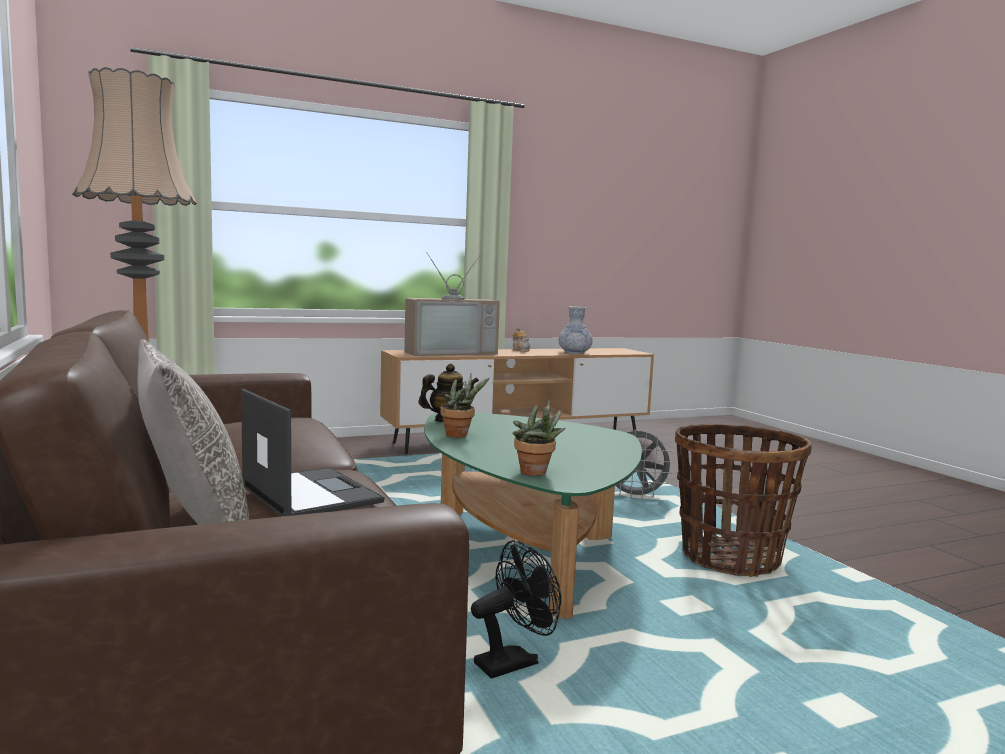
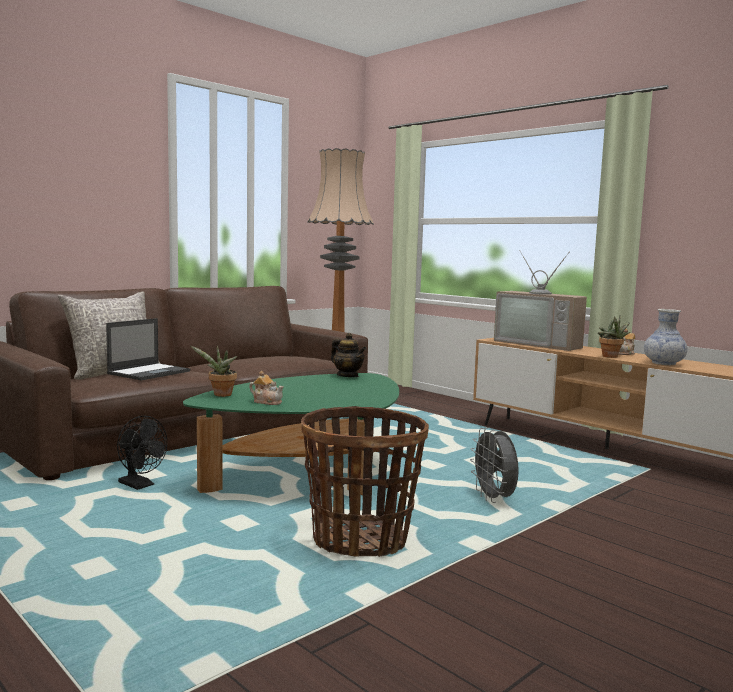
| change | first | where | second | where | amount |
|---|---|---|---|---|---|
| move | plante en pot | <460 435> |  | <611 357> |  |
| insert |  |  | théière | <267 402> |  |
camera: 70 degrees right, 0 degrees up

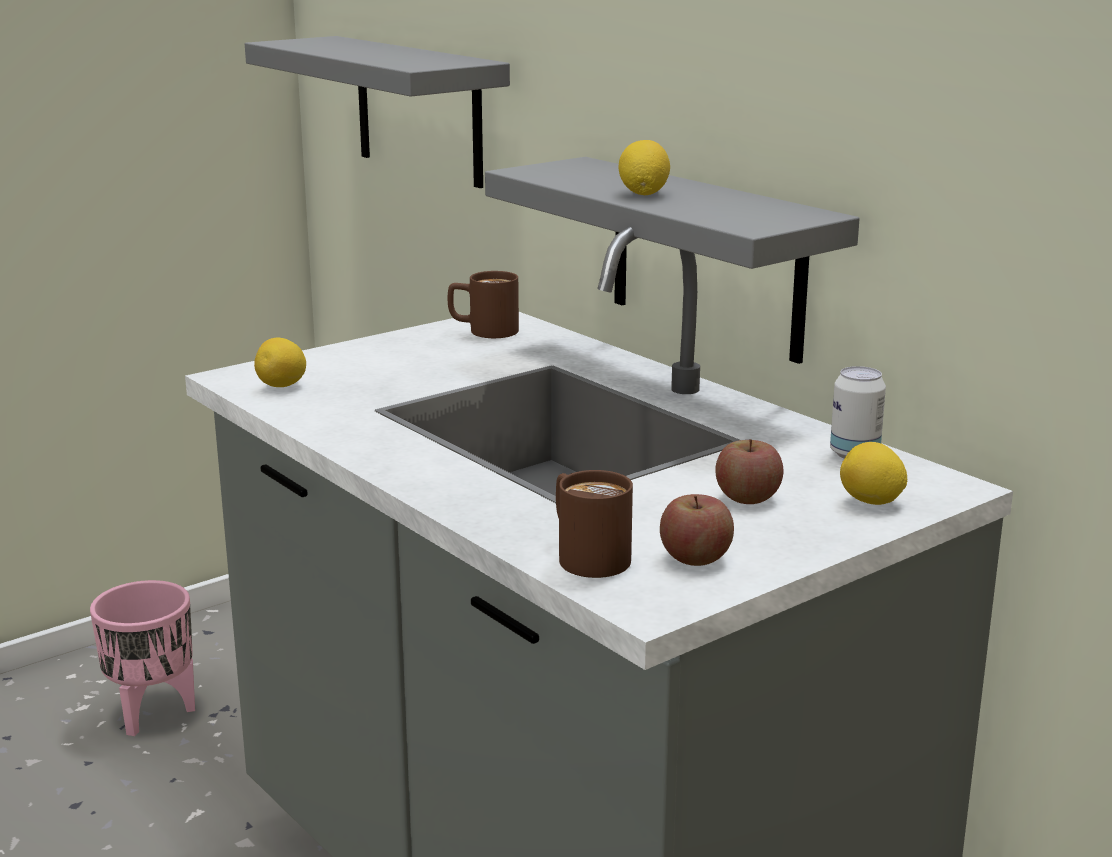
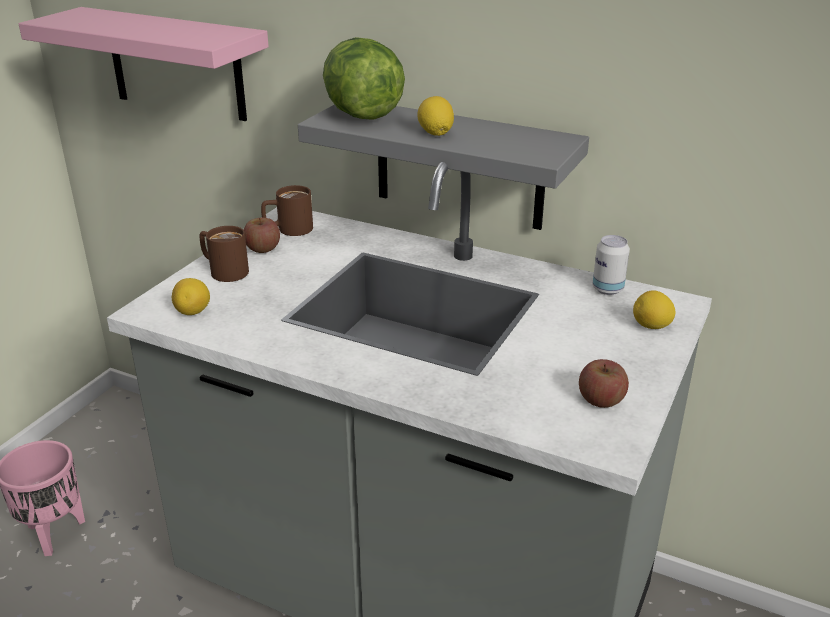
| change | first | where | second | where | amount |
|---|---|---|---|---|---|
| recolor | étagère [gris] | <418 110> | étagère [rose] | <176 64> |  |
| move | mug [marron] | <585 555> |  | <223 271> |  |
| move | pomme | <747 497> |  | <263 249> |  |
| insert |  |  | laitue | <362 114> |  |
camera: 25 degrees left, 10 degrees up

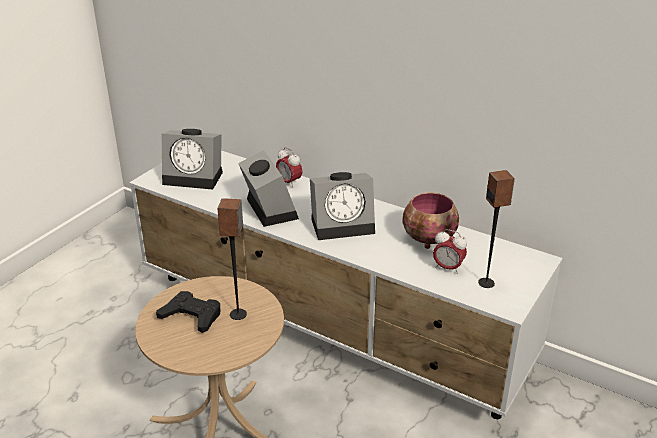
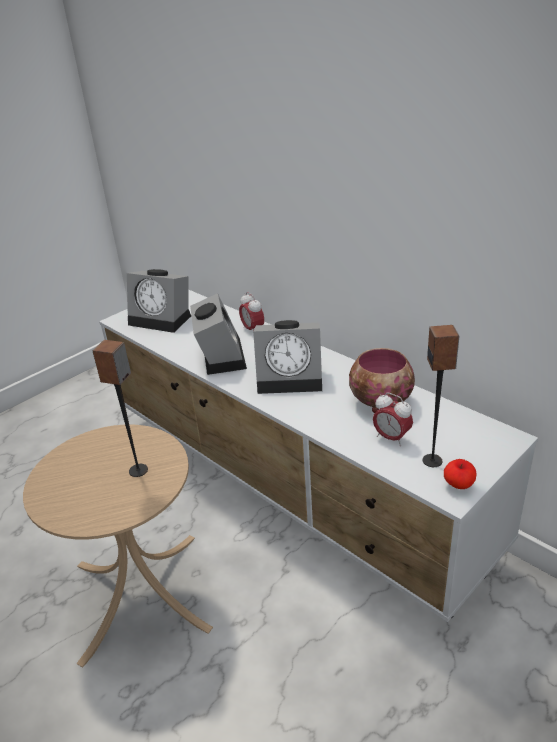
| change | first | where | second | where | amount |
|---|---|---|---|---|---|
| delete | manette [noir] | <191 316> |  |  |  |
| insert |  |  | pomme | <458 485> |  |
camera: 15 degrees right, 0 degrees up

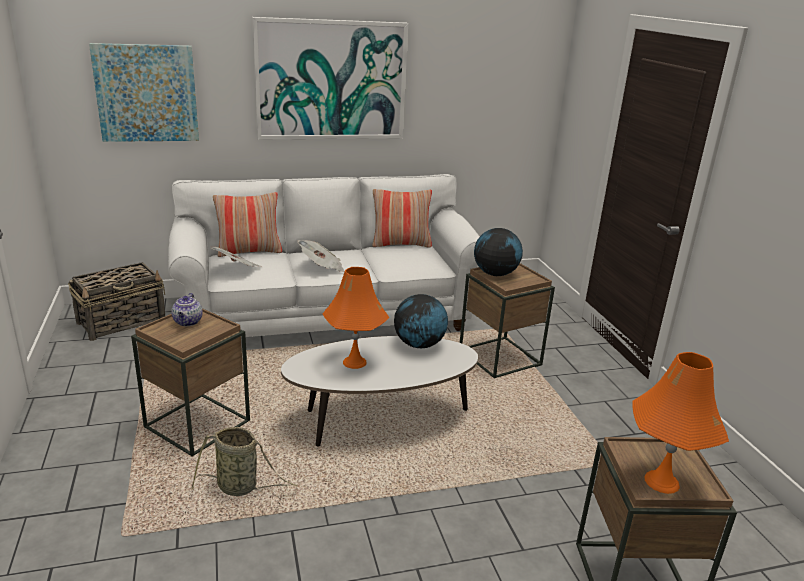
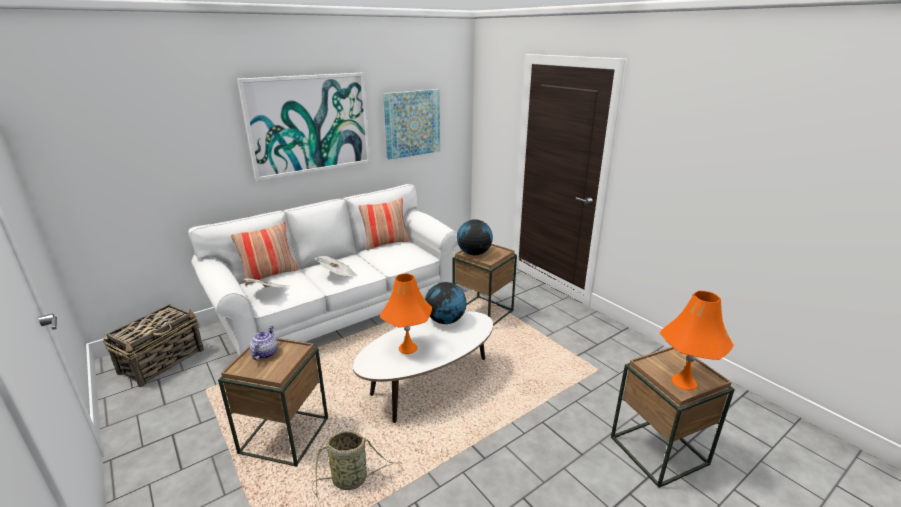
| change | first | where | second | where | amount |
|---|---|---|---|---|---|
| move | tableau | <147 93> |  | <412 123> |  |
| rotate | théière | <188 322> |  | <265 353> | 150 degrees counterclockwise |
camera: 20 degrees left, 0 degrees up

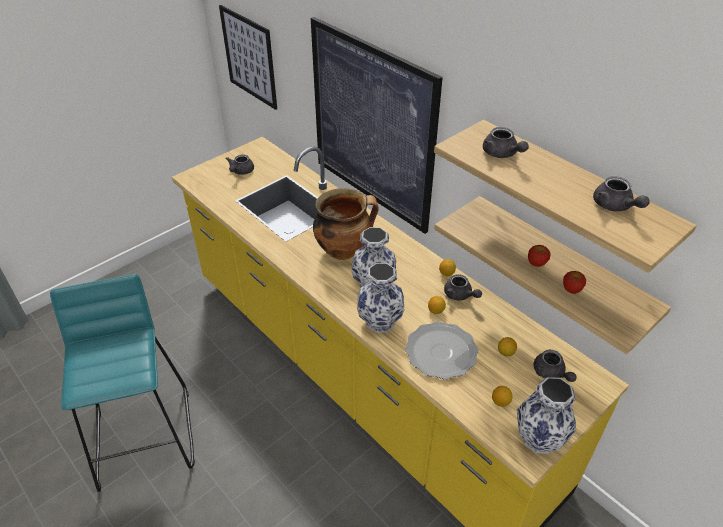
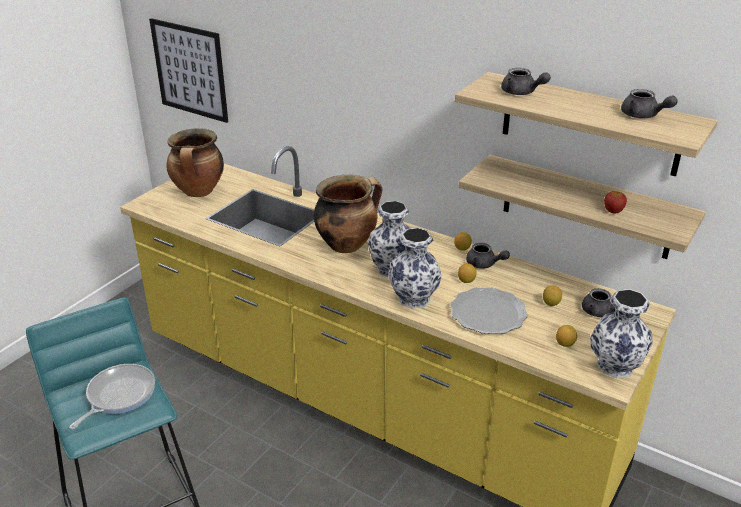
| change | first | where | second | where | amount |
|---|---|---|---|---|---|
| replace | théière [gris] | <240 171> | marmite | <199 192> |  |
| delete | tableau | <372 126> |  |  |  |
| delete | pomme | <536 263> |  |  |  |
| insert |  |  | poêle | <118 395> |  |
camera: 15 degrees left, 10 degrees down

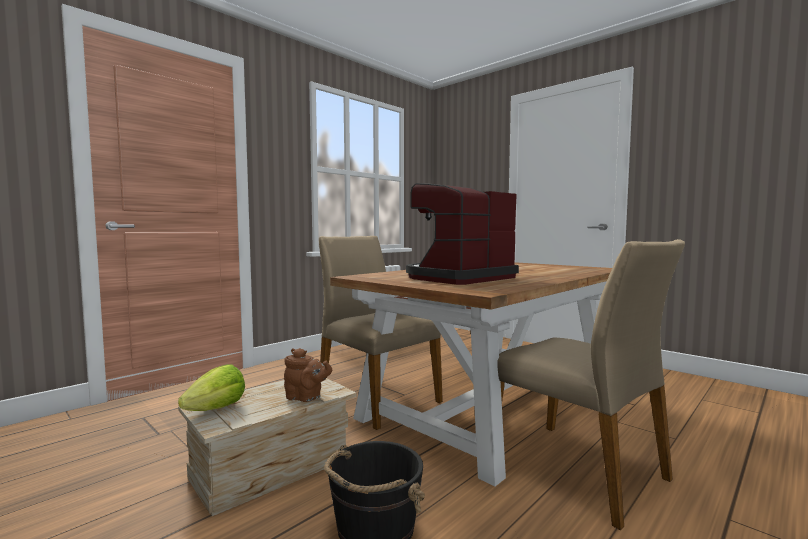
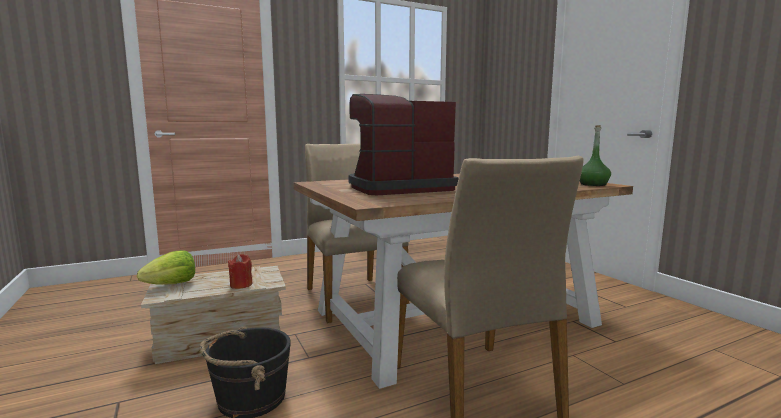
| change | first | where | second | where | amount |
|---|---|---|---|---|---|
| replace | théière [marron] | <306 398> | bougie [rouge] | <241 285> |  |
| insert |  |  | bouteille [vert] | <592 184> |  |
camera: 20 degrees right, 5 degrees up

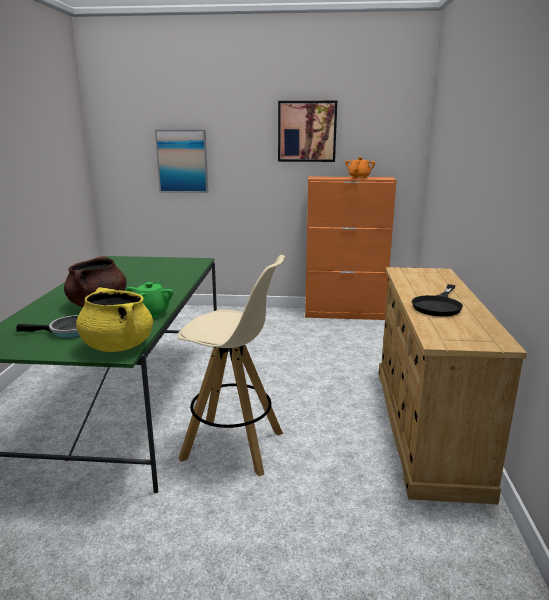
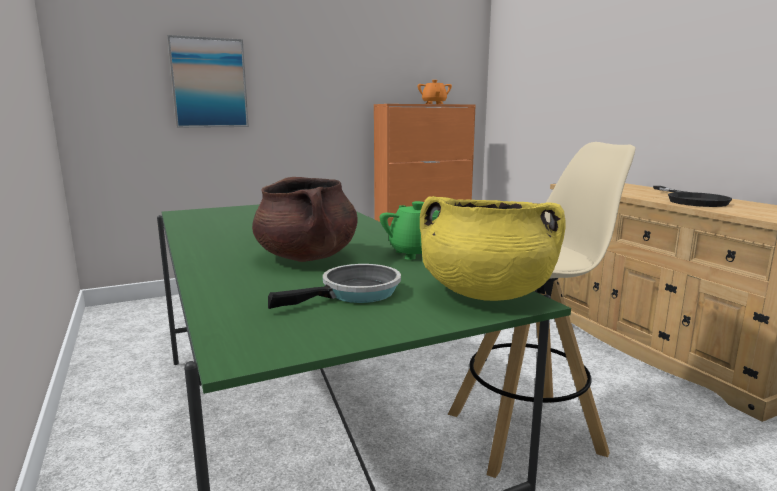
| change | first | where | second | where | amount |
|---|---|---|---|---|---|
| delete | tableau | <307 131> |  |  |  |
camera: 30 degrees left, 5 degrees down

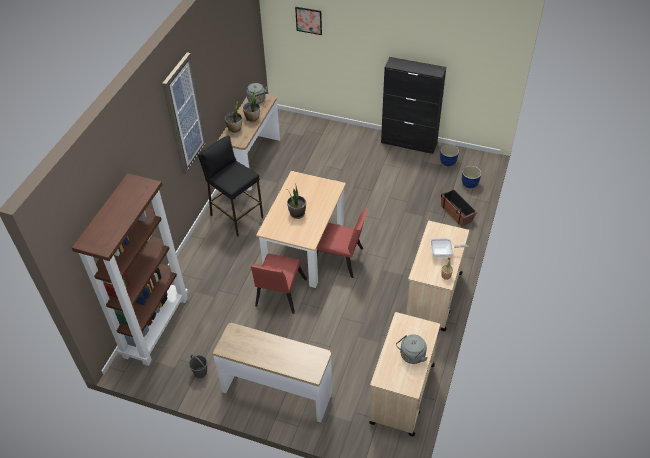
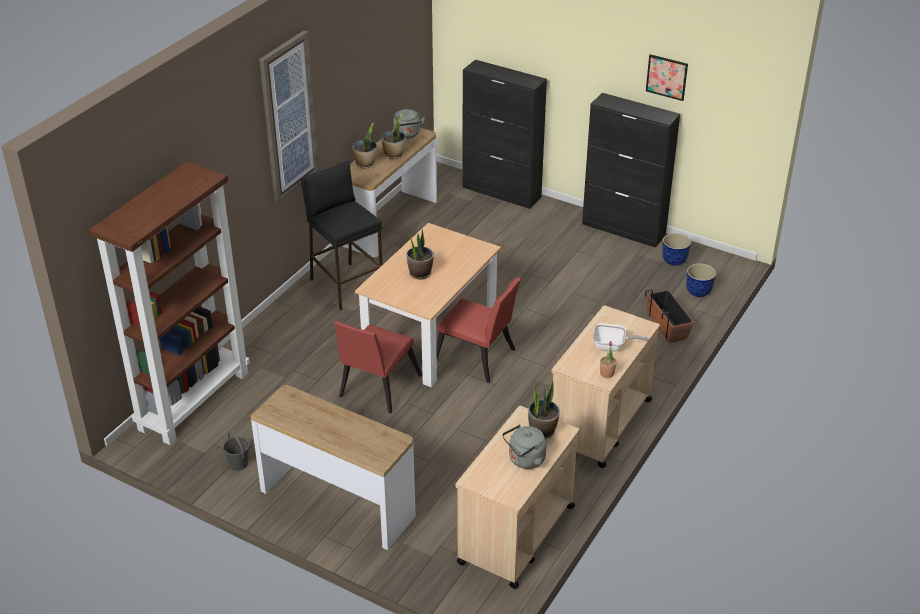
| change | first | where | second | where | amount |
|---|---|---|---|---|---|
| move | tableau | <308 20> |  | <666 77> |  |
| insert |  |  | meuble de rangement [noir] | <502 192> |  |
| insert |  |  | plante en pot | <542 430> |  |
camera: 10 degrees right, 10 degrees down

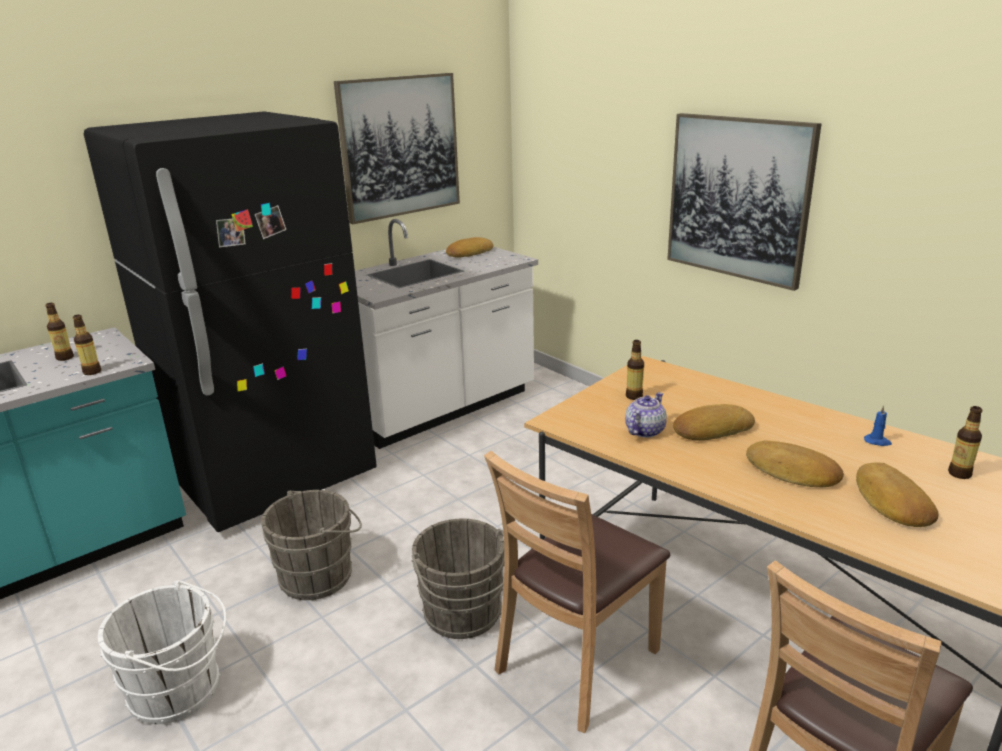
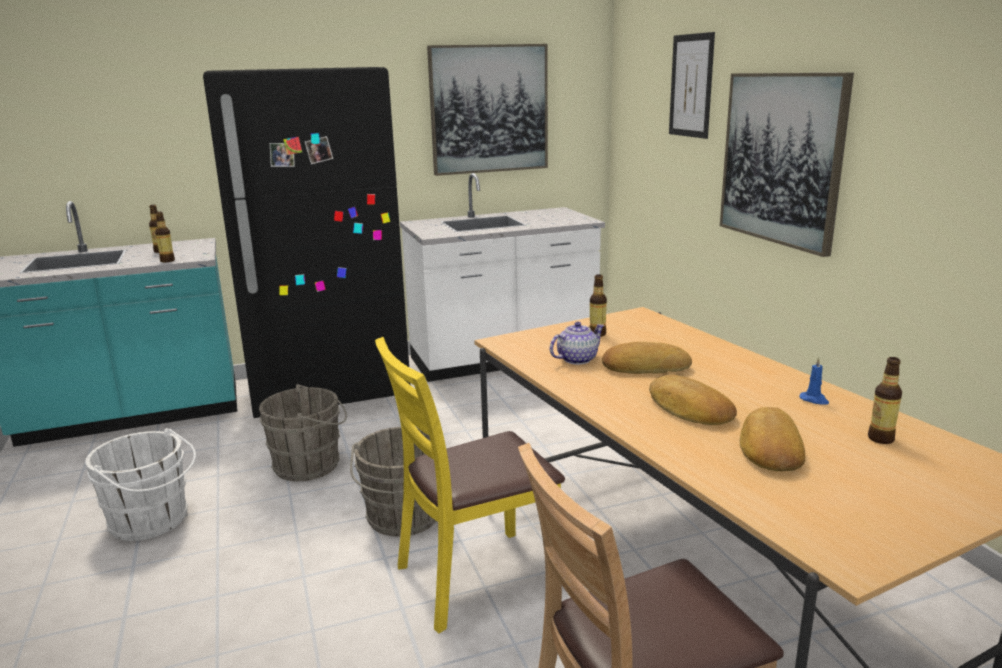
| change | first | where | second | where | amount |
|---|---|---|---|---|---|
| delete | pain | <469 253> |  |  |  |
| recolor | chaise [marron] | <577 663> | chaise [jaune] | <475 577> |  |
| insert |  |  | tableau | <691 86> |  |
camera: 20 degrees right, 5 degrees down

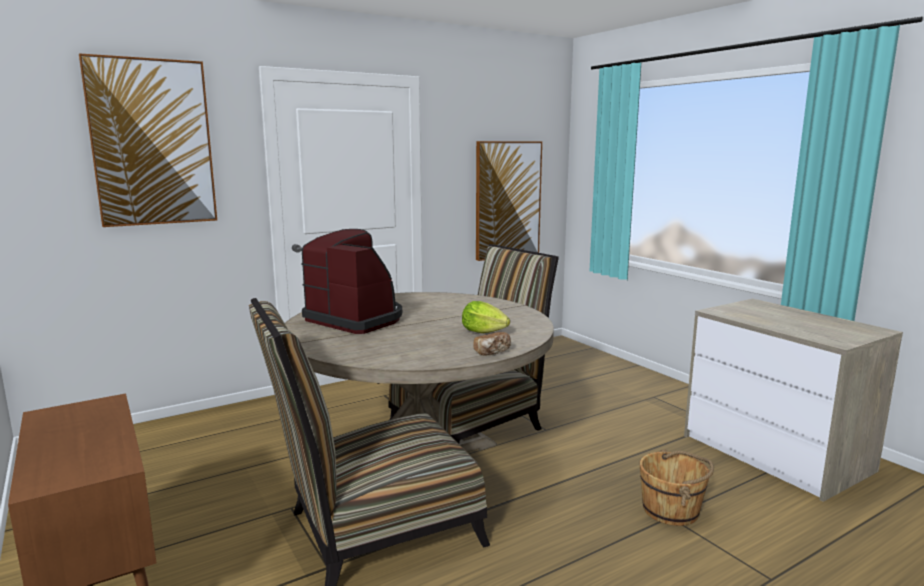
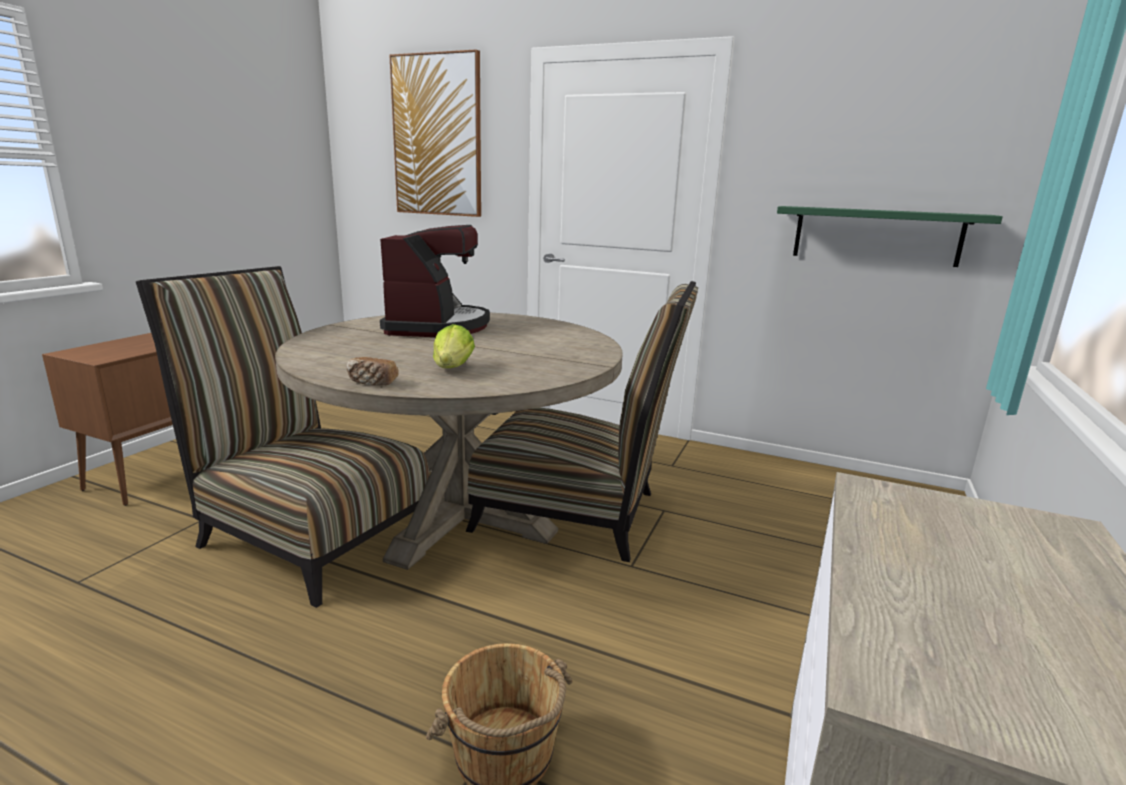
| change | first | where | second | where | amount |
|---|---|---|---|---|---|
| replace | tableau | <507 200> | étagère [vert] | <876 235> |  |
camera: 55 degrees right, 5 degrees up

